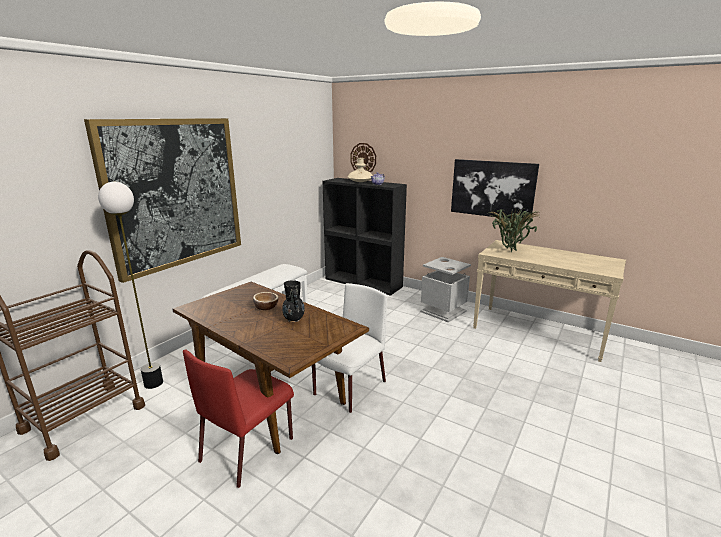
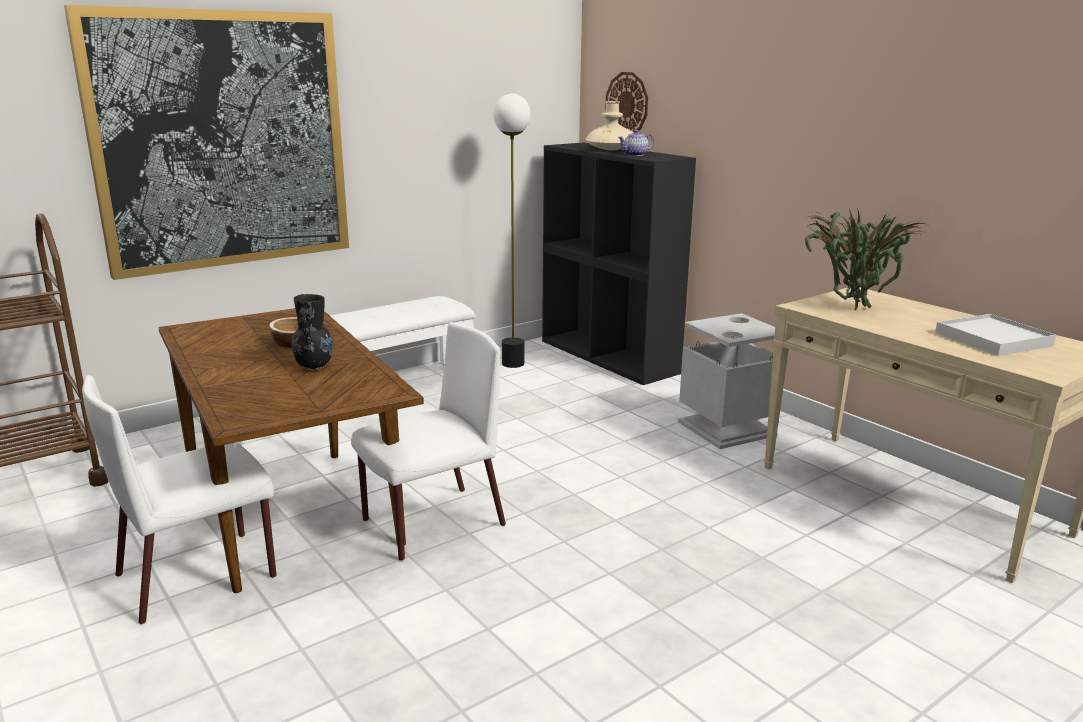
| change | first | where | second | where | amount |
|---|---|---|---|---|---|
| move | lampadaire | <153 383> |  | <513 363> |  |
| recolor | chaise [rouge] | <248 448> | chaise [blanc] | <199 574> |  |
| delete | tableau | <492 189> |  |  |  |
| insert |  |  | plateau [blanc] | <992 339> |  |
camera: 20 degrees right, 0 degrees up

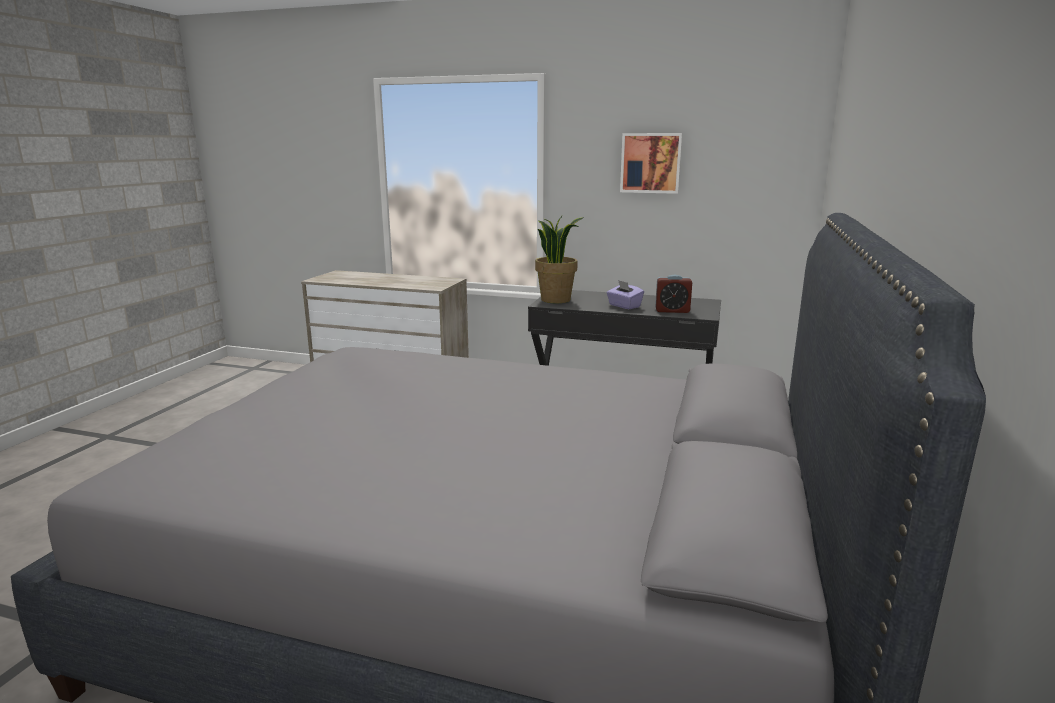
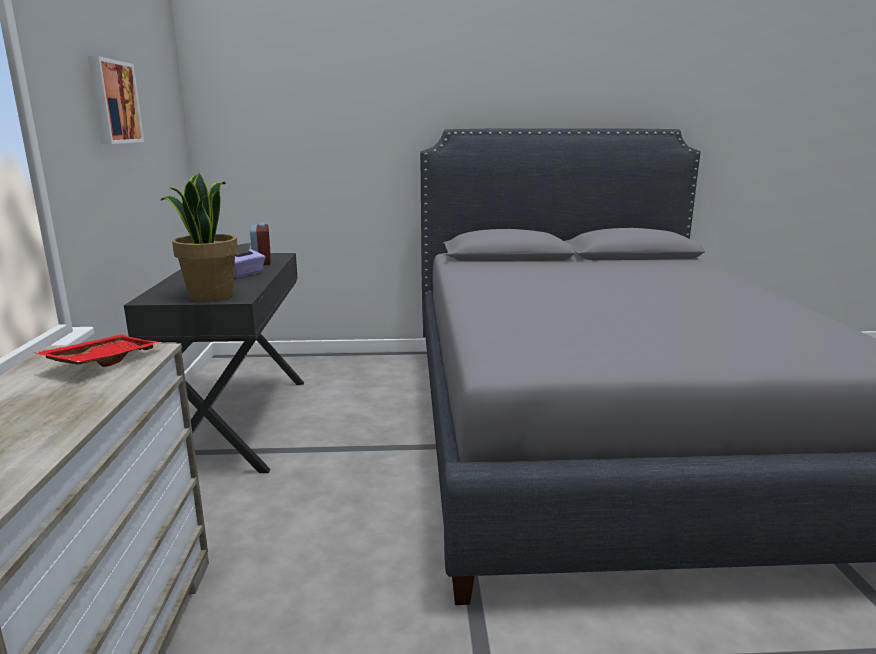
| change | first | where | second | where | amount |
|---|---|---|---|---|---|
| insert |  |  | plateau [rouge] | <102 361> |  |
camera: 110 degrees left, 0 degrees up

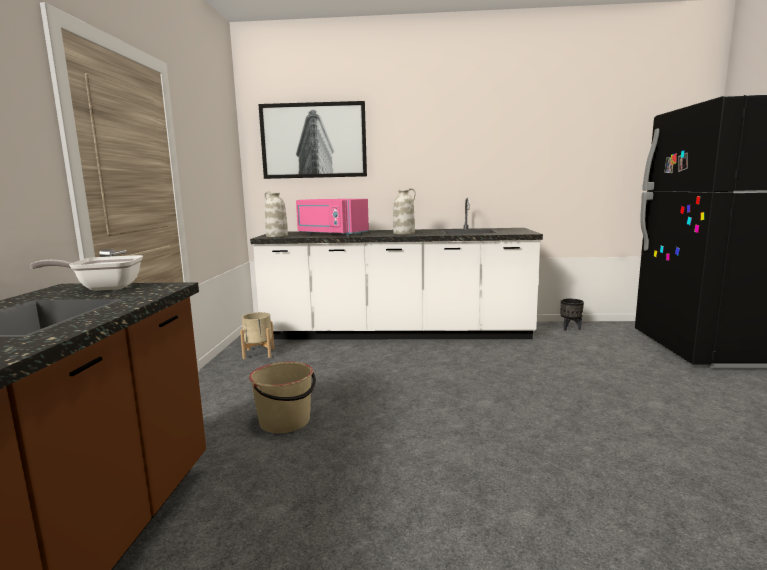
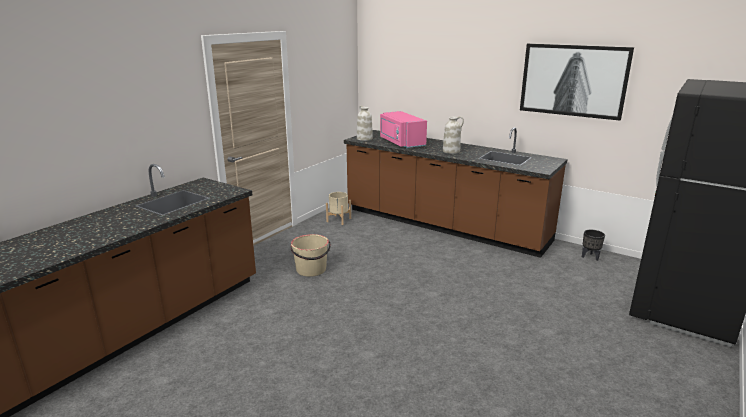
| change | first | where | second | where | amount |
|---|---|---|---|---|---|
| delete | poêle | <103 288> |  |  |  |
| recolor | comptoir de cuisine [blanc] | <396 332> | comptoir de cuisine [marron] | <443 225> |  |
| move | tableau | <314 140> |  | <573 80> |  |
camera: 30 degrees right, 10 degrees up

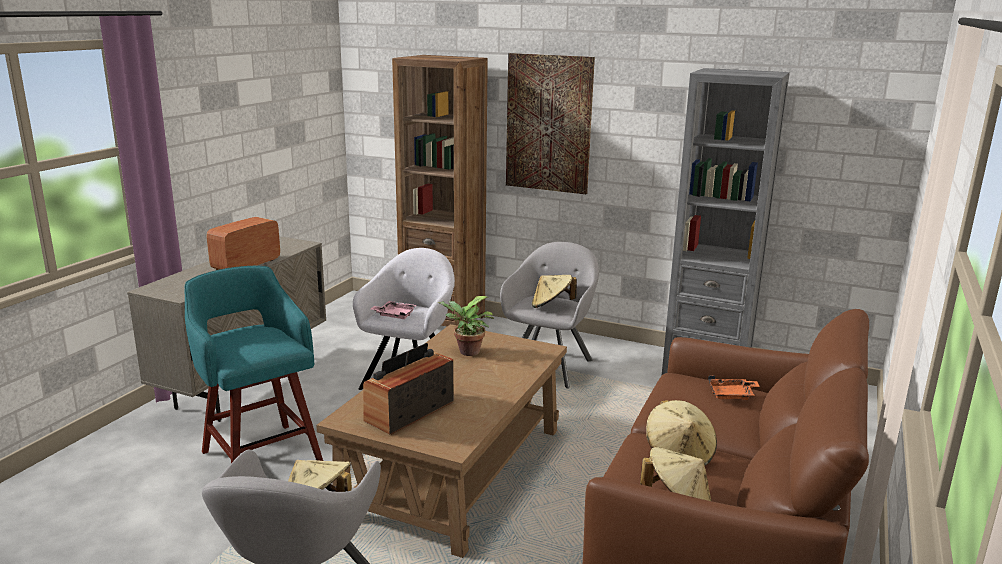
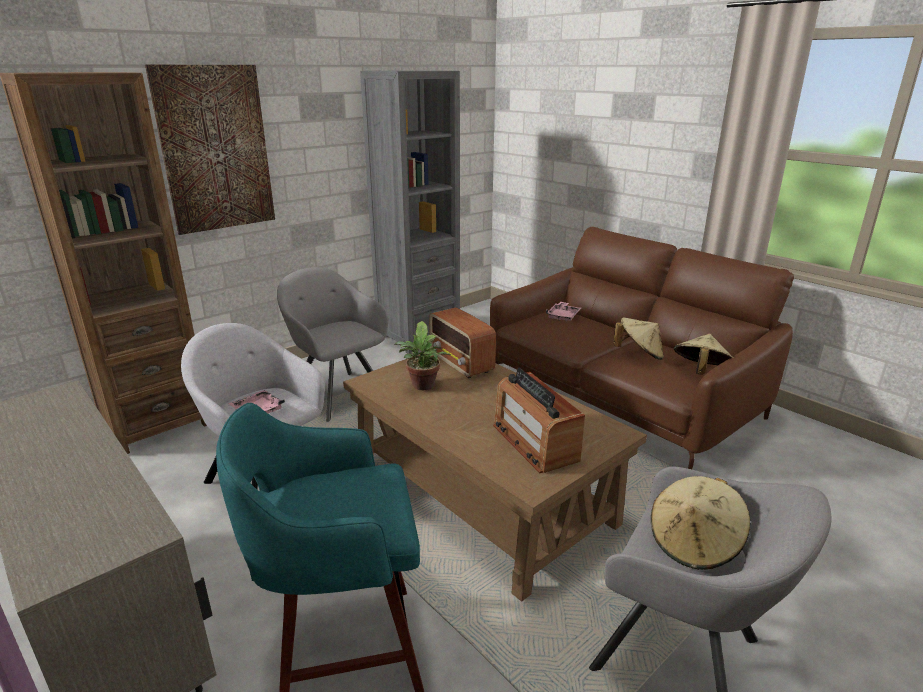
| change | first | where | second | where | amount |
|---|---|---|---|---|---|
| move | radio | <245 265> |  | <461 364> |  |
| delete | chapeau [beige] | <551 305> |  |  |  |
| recolor | plateau [orange] | <732 395> | plateau [rose] | <563 316> |  |
camera: 65 degrees left, 5 degrees up

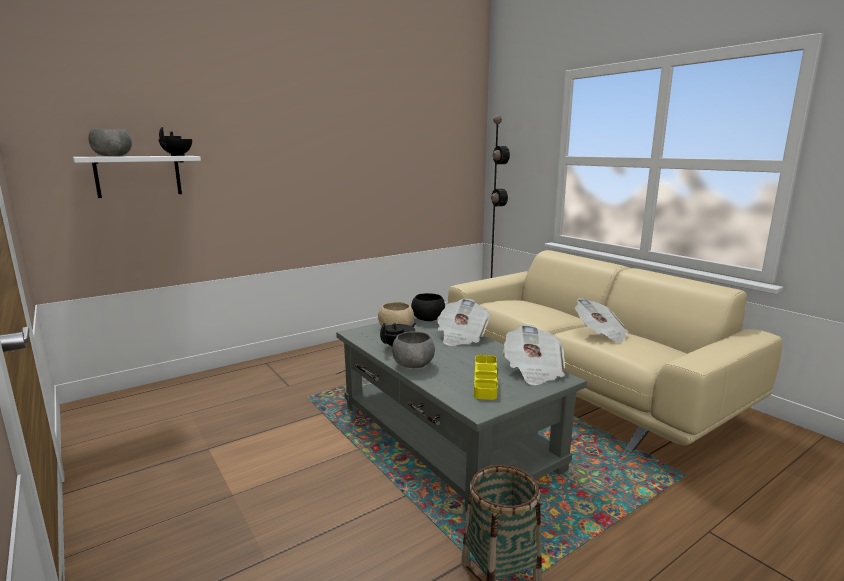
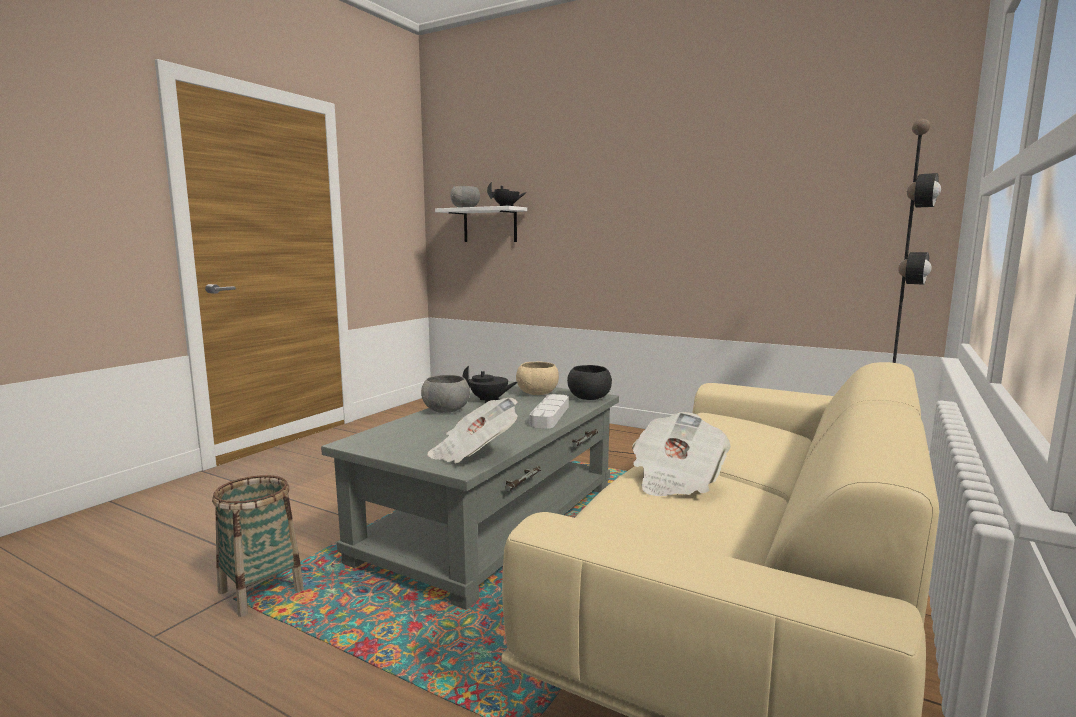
| change | first | where | second | where | amount |
|---|---|---|---|---|---|
| replace | journal | <461 336> | plateau [gris] | <550 415> |  |
| delete | plateau [jaune] | <485 380> |  |  |  |
camera: 65 degrees right, 5 degrees down

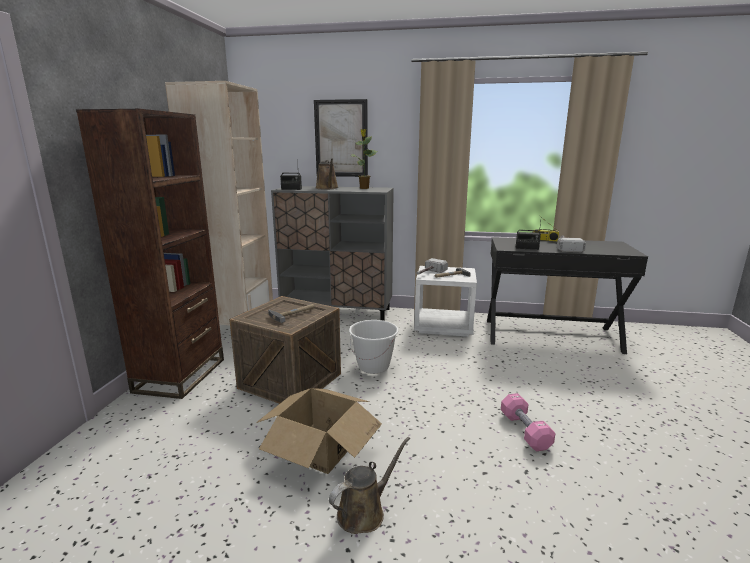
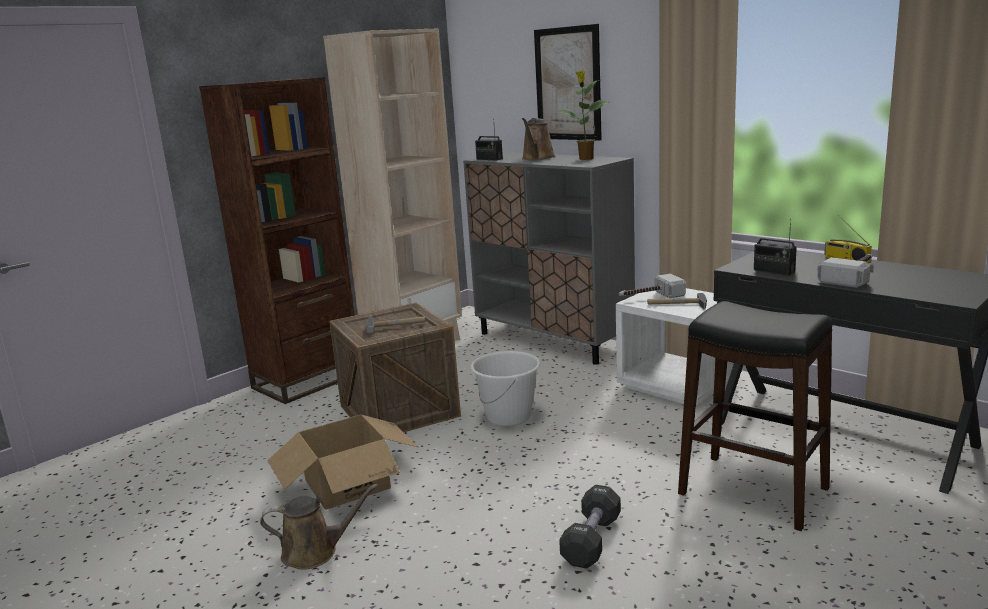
| change | first | where | second | where | amount |
|---|---|---|---|---|---|
| recolor | haltère [rose] | <525 431> | haltère [noir] | <591 540> |  |
| insert |  |  | tabouret [noir] | <752 491> |  |
camera: 35 degrees right, 0 degrees up

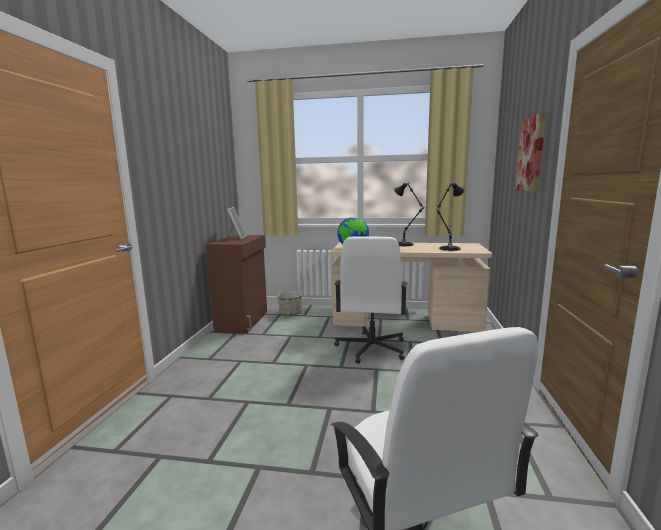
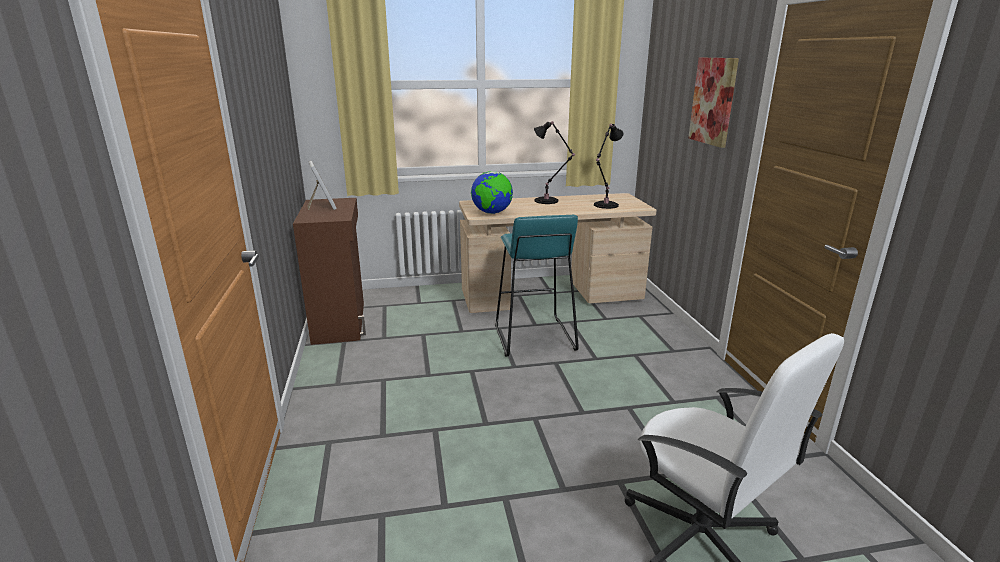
| change | first | where | second | where | amount |
|---|---|---|---|---|---|
| delete | cache-pot | <290 313> |  |  |  |
| replace | chaise de bureau [blanc] | <371 348> | tabouret [turquoise] | <533 337> |  |
camera: 20 degrees left, 10 degrees up

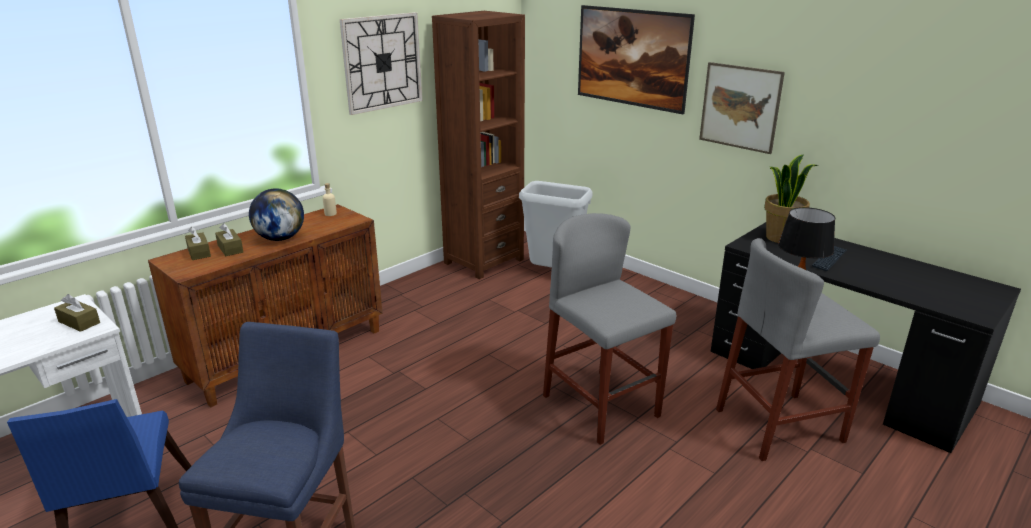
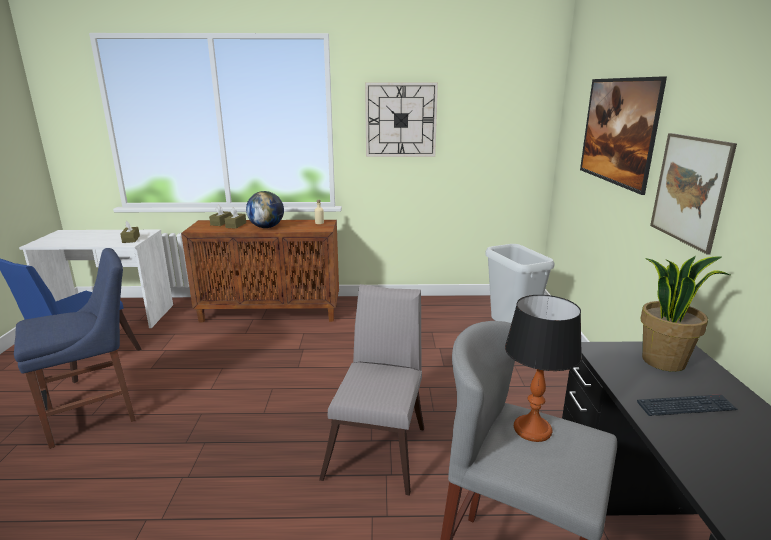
| change | first | where | second | where | amount |
|---|---|---|---|---|---|
| delete | bibliothèque [marron] | <483 261> |  |  |  |
| replace | tabouret [gris] | <601 406> | chaise [gris] | <379 446> |  |
camera: 45 degrees right, 5 degrees down

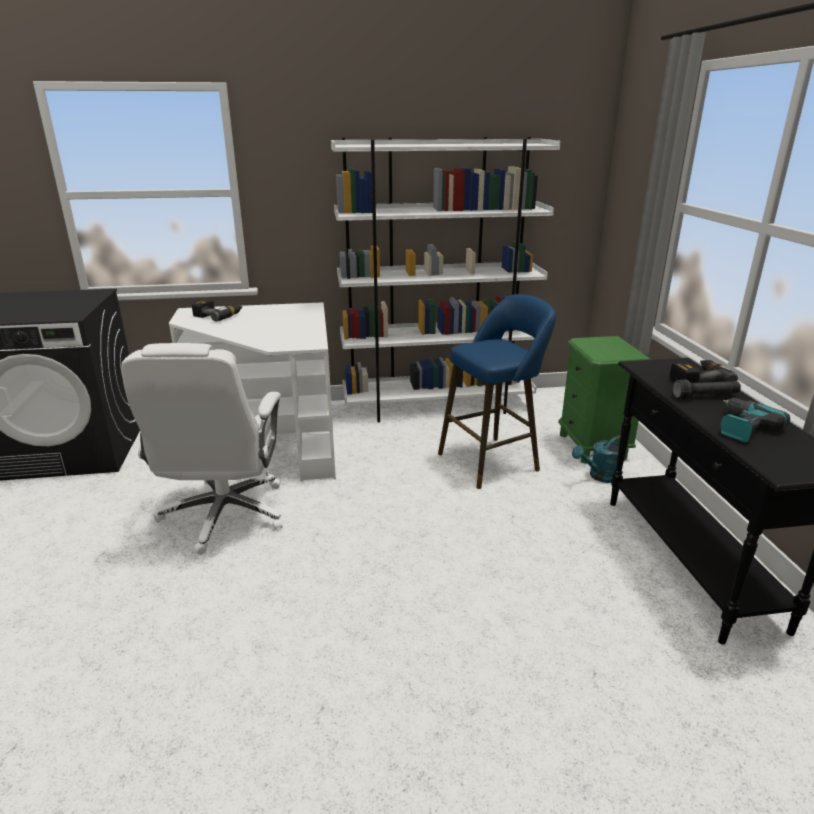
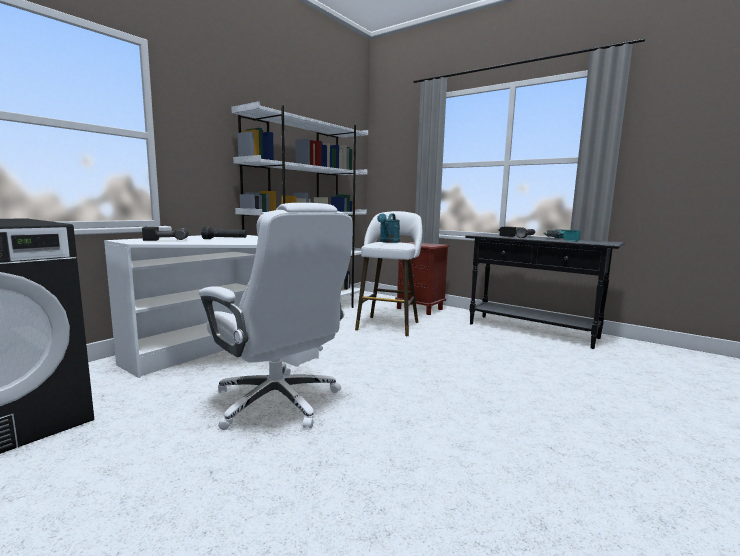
| change | first | where | second | where | amount |
|---|---|---|---|---|---|
| recolor | tabouret [bleu] | <492 460> | tabouret [blanc] | <389 325> |  |
| recolor | table de chevet [vert] | <592 446> | table de chevet [marron] | <419 309> |  |
| move | arrosoir [turquoise] | <600 476> |  | <388 242> |  |
| insert |  |  | lampe de poche [noir] | <225 239> |  |
camera: 45 degrees left, 15 degrees down

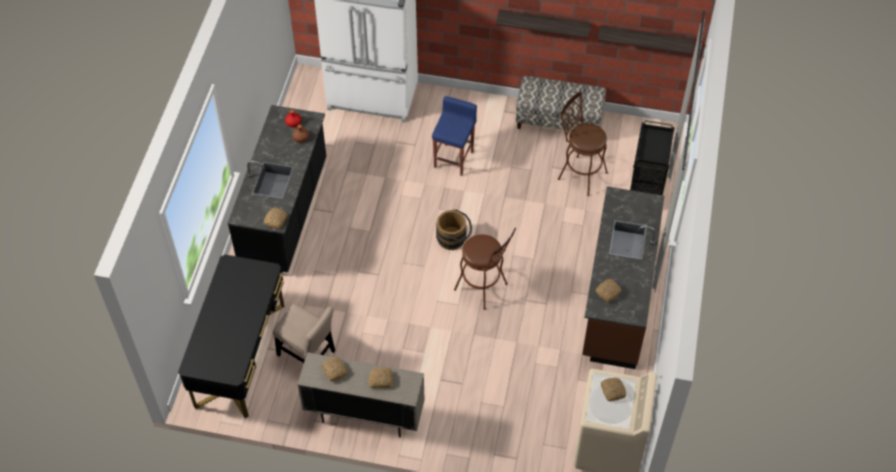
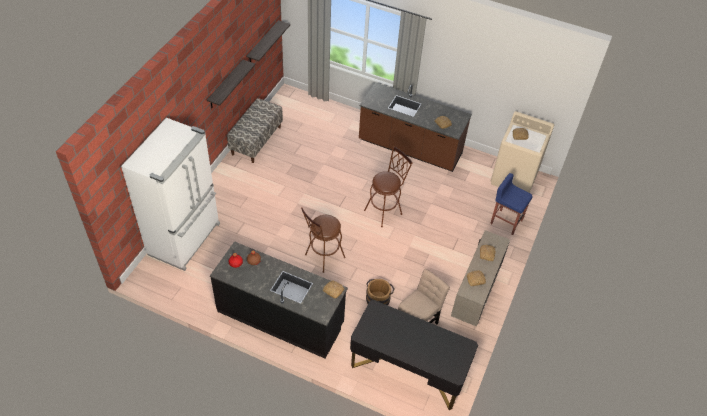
| change | first | where | second | where | amount |
|---|---|---|---|---|---|
| move | tabouret [bleu] | <454 159> |  | <506 221> |  |
| move | seau [marron] | <454 239> |  | <378 299> |  |
| move | tabouret [marron] | <579 173> |  | <322 257> |  |
| delete | chariot [noir] | <646 189> |  |  |  |
camera: 80 degrees left, 5 degrees down

